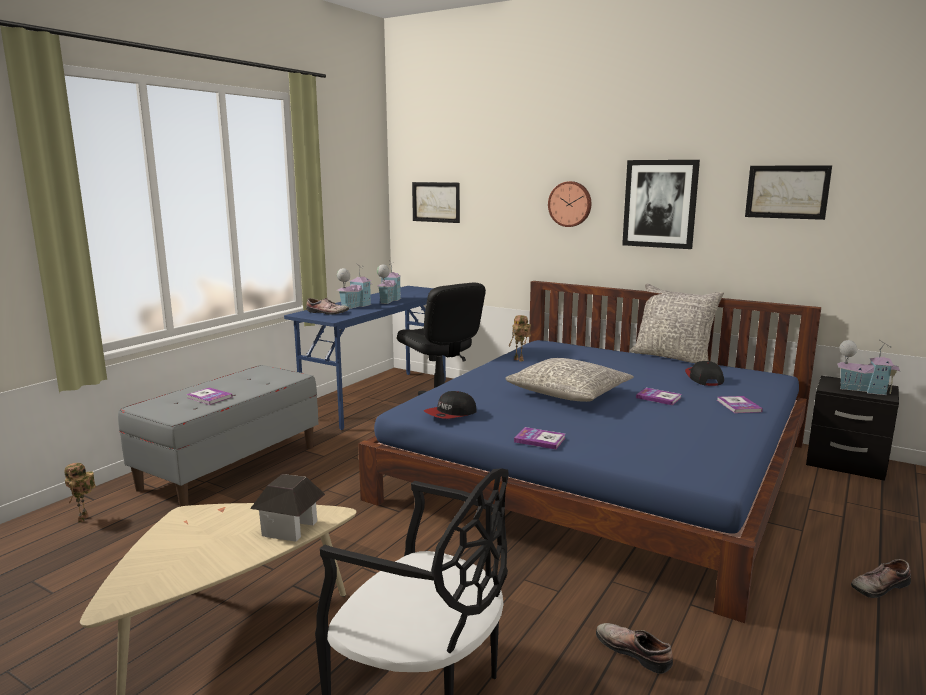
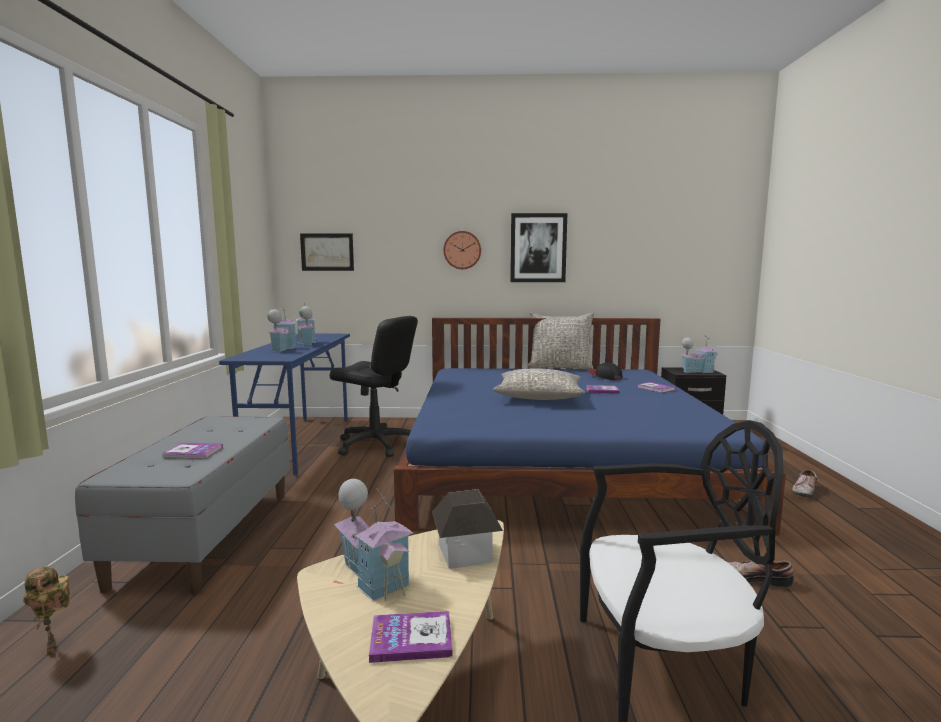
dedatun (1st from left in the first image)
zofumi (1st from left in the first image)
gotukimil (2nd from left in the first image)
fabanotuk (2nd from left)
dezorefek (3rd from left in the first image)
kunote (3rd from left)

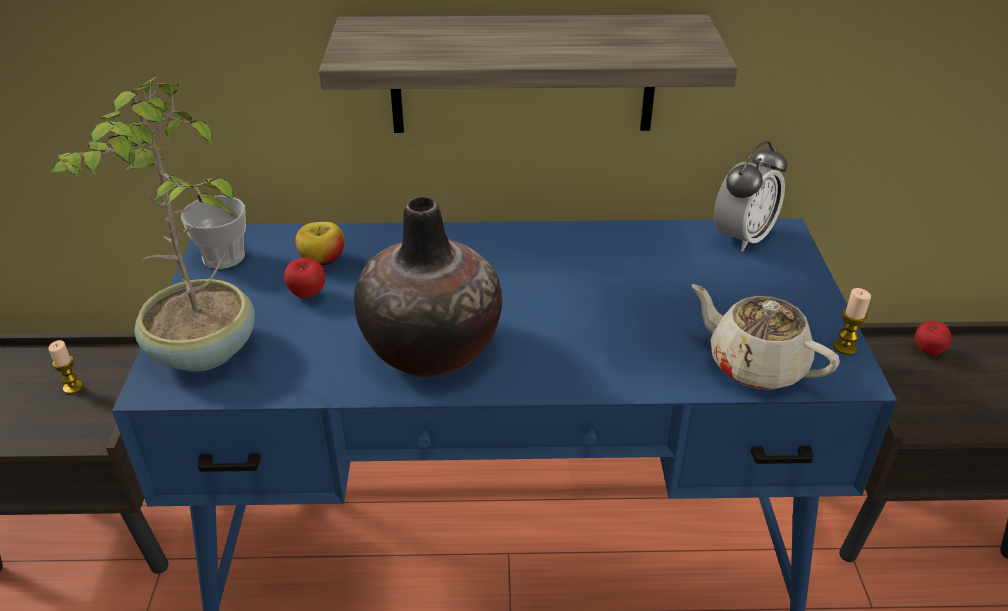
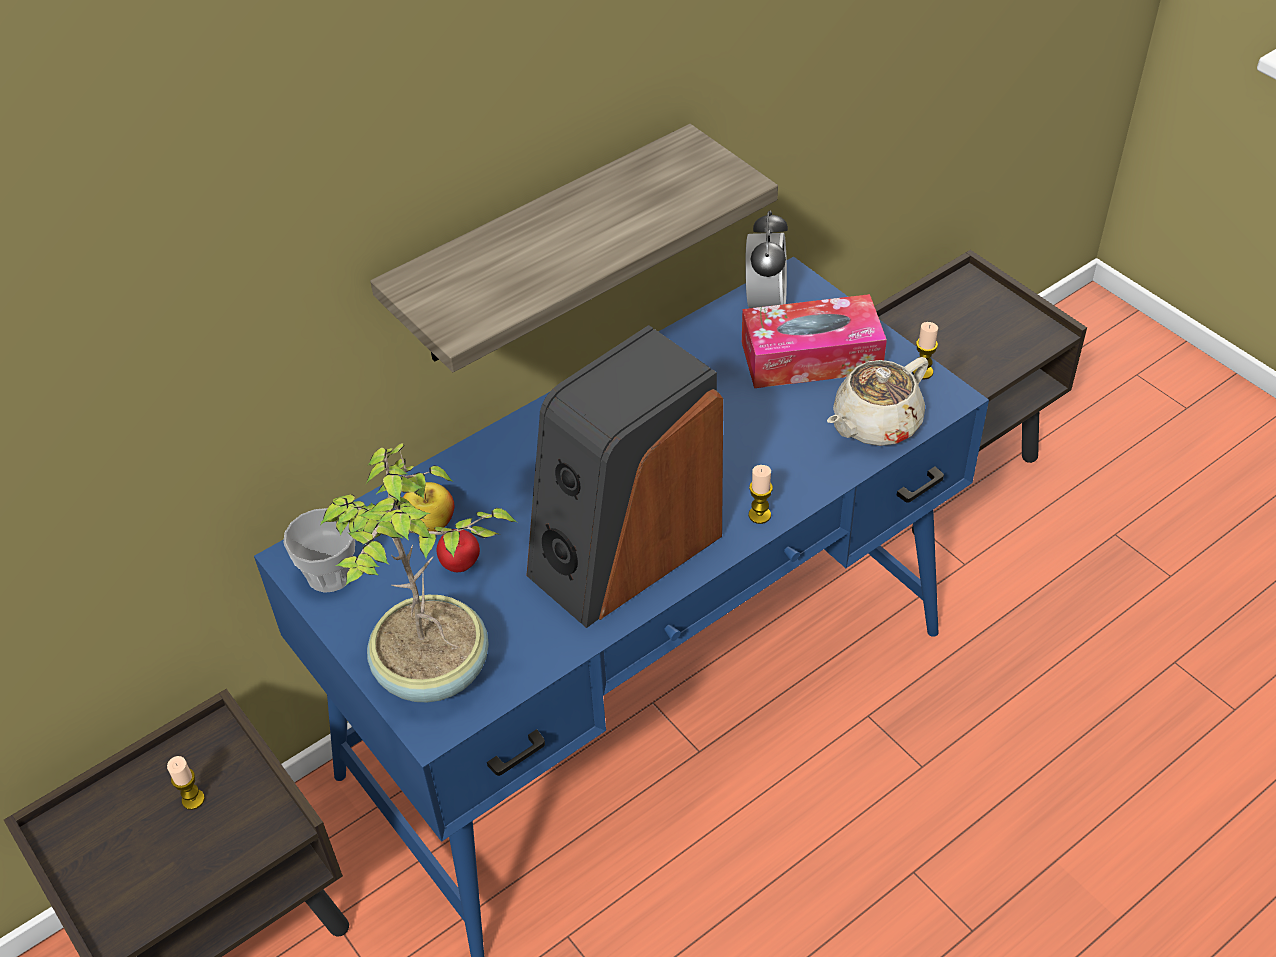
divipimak
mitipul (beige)
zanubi (3rd from left in the first image)
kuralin
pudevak (2nd from left)

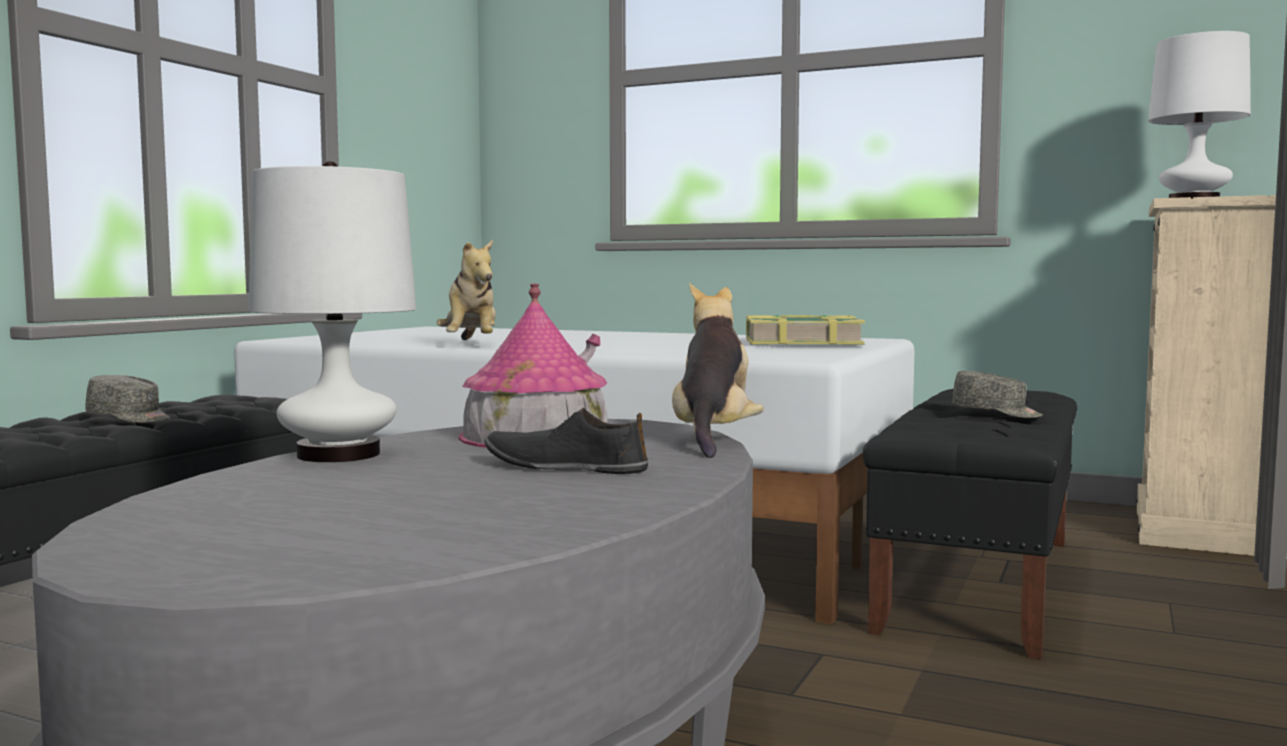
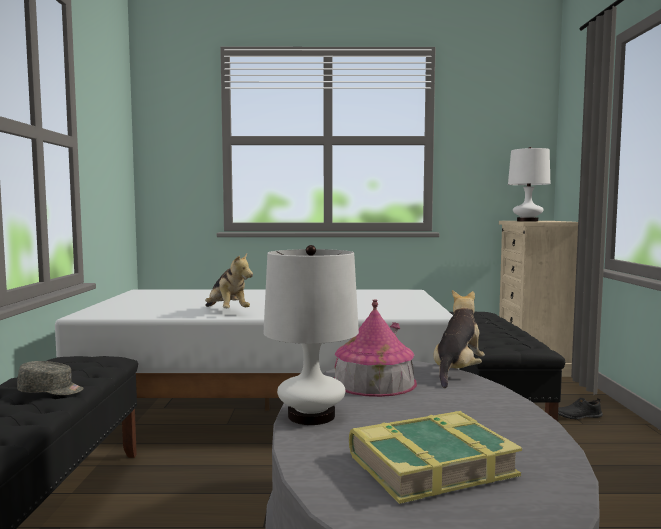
dedatun (black)
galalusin (2nd from left)
fabanotuk
zofumi (grey) (2nd from left in the first image)

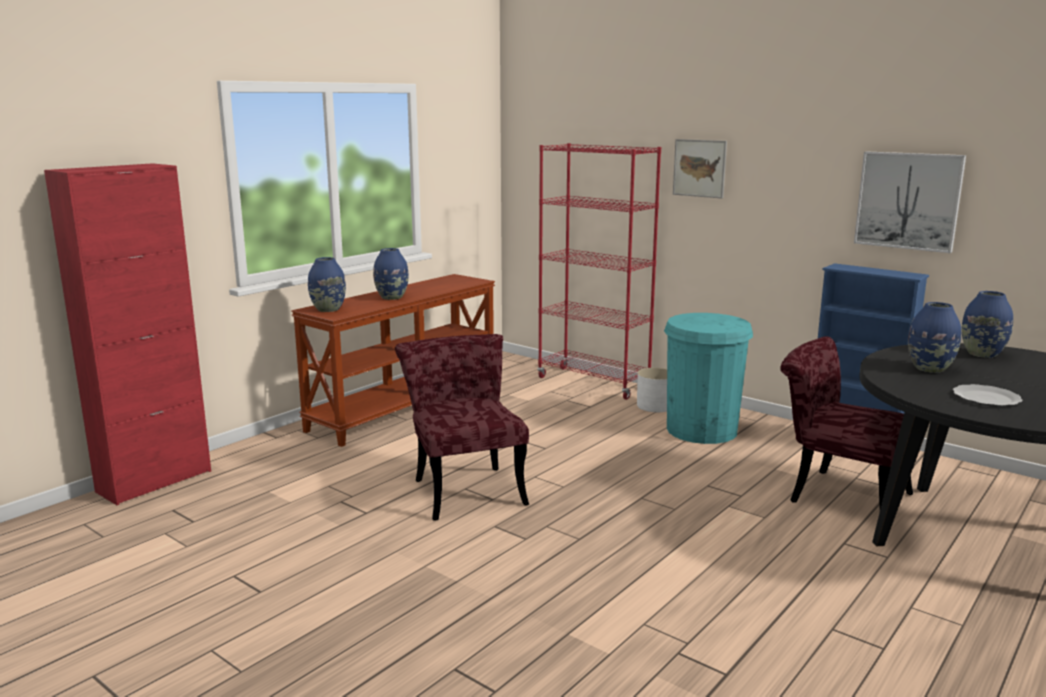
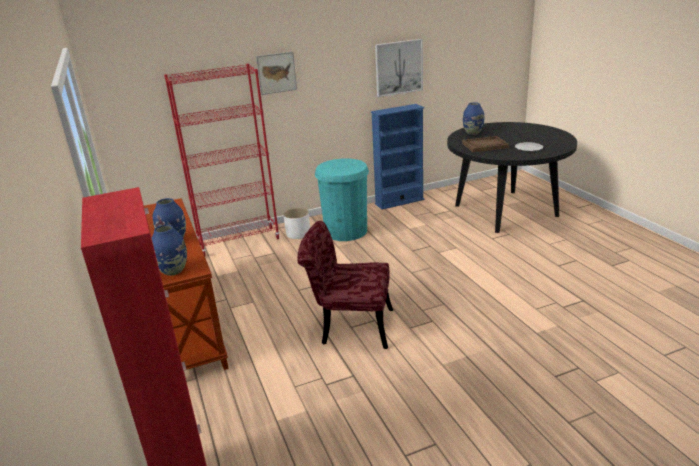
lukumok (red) (2nd from left in the first image)
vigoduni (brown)

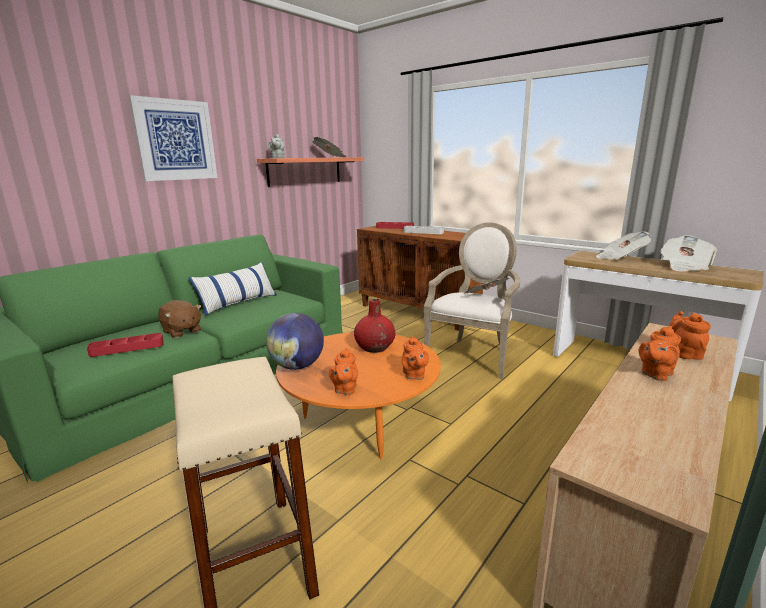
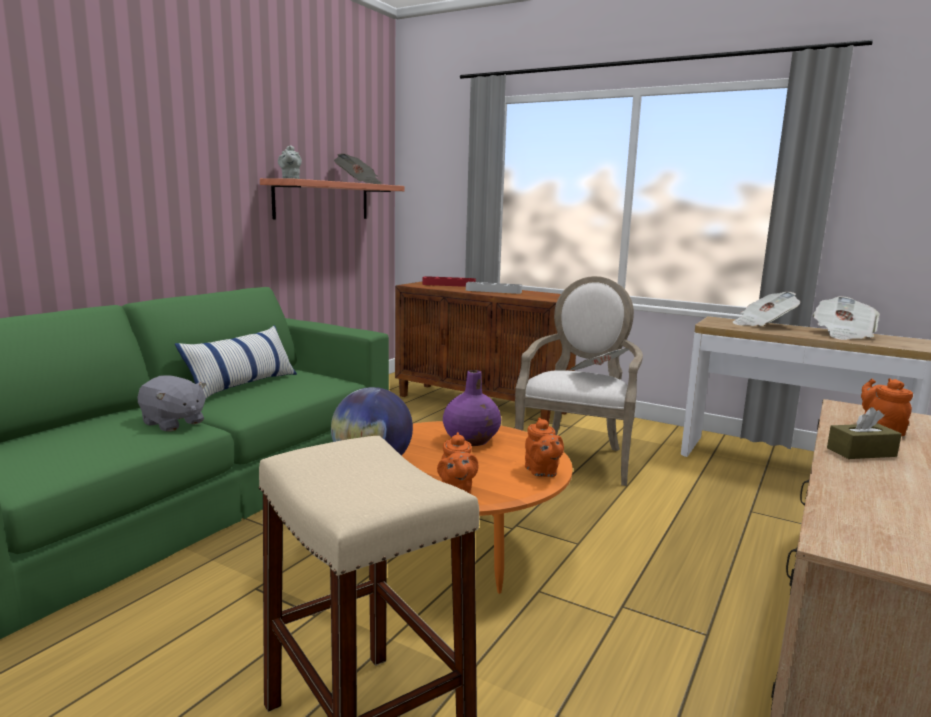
vigoduni (red) (1st from left in the first image)
dezorefek
galalusin (grey)
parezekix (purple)
kuralin (brown)

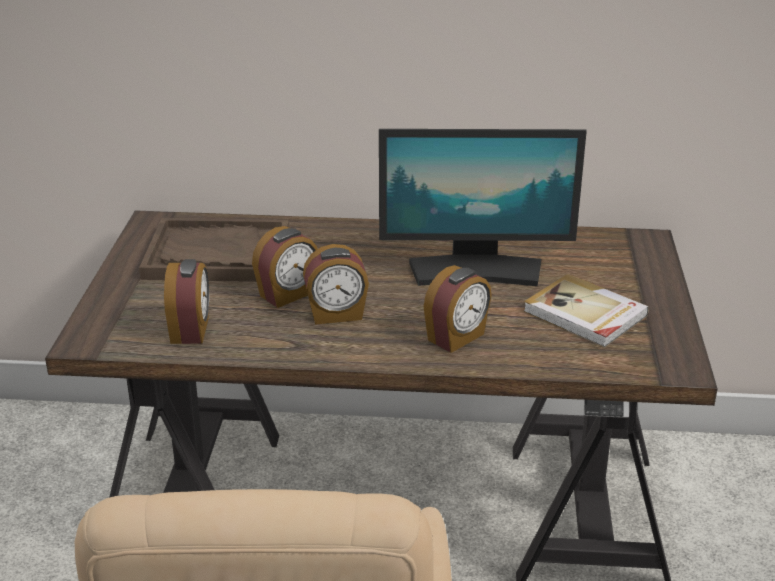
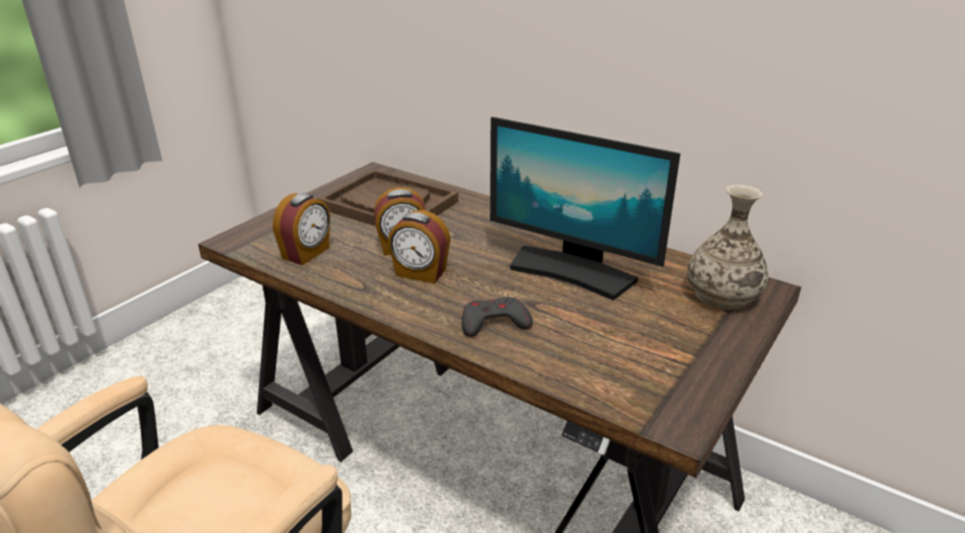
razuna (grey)
fabanotuk
parezekix

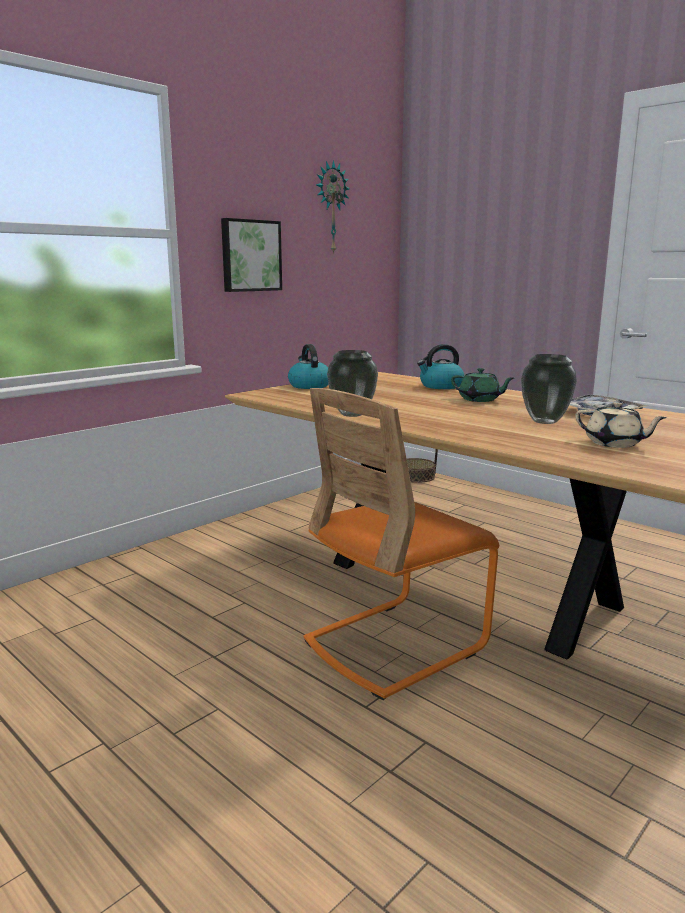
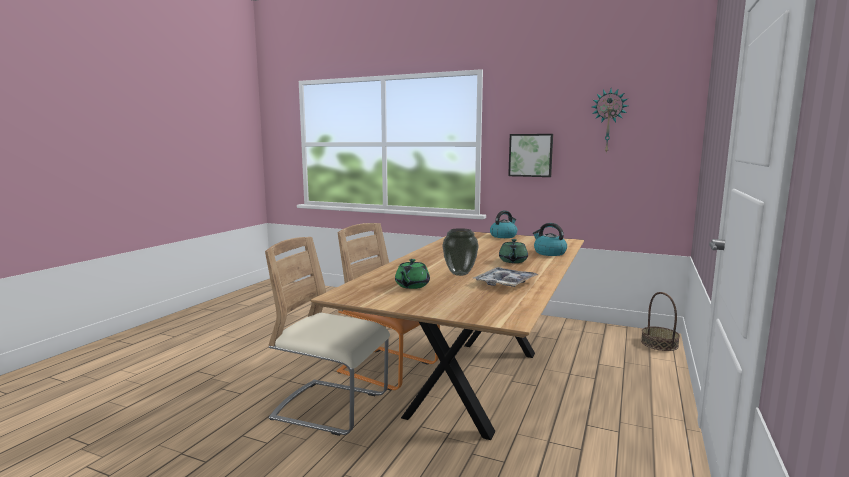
parezekix (1st from left in the first image)
mitipul (green) (1st from left)
lukumok (beige)

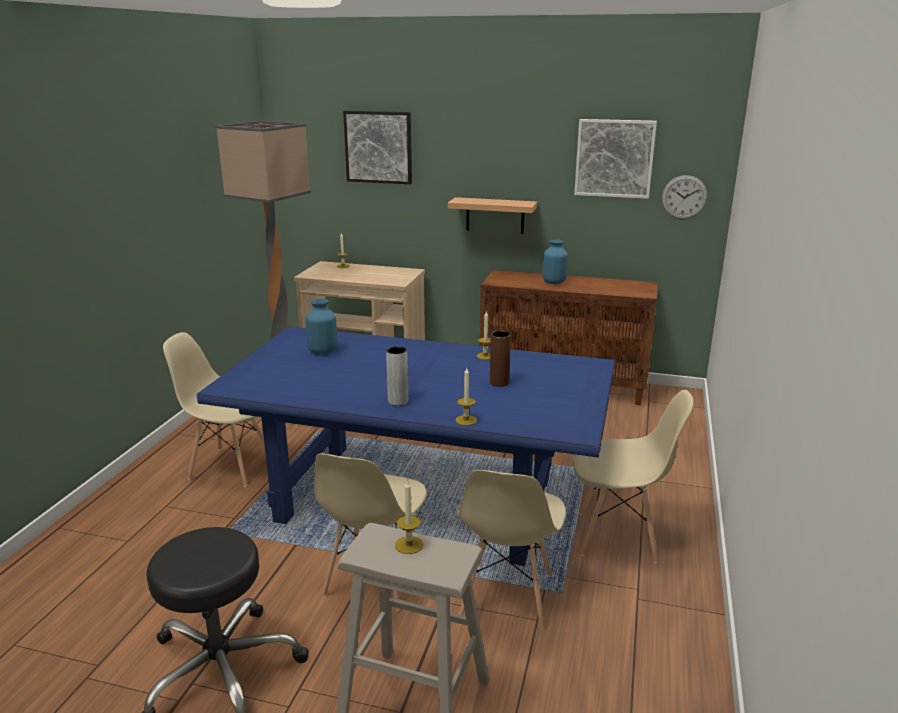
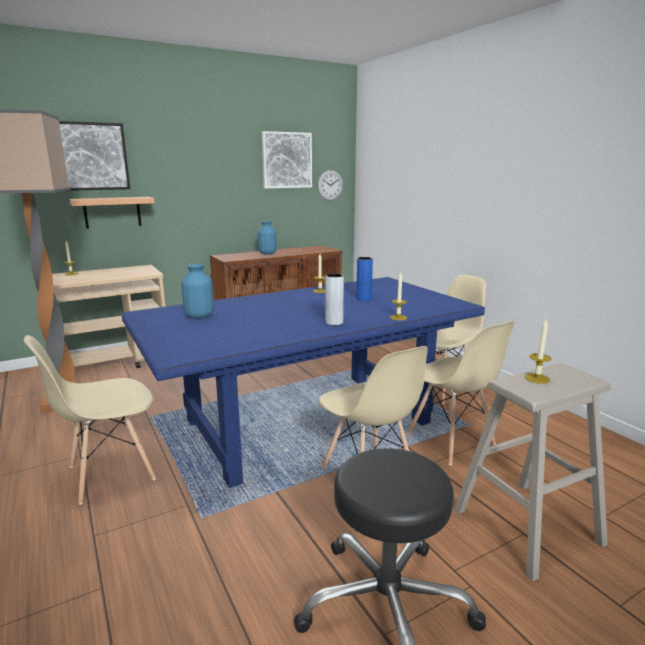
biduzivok
parezekix (blue) (3rd from left)

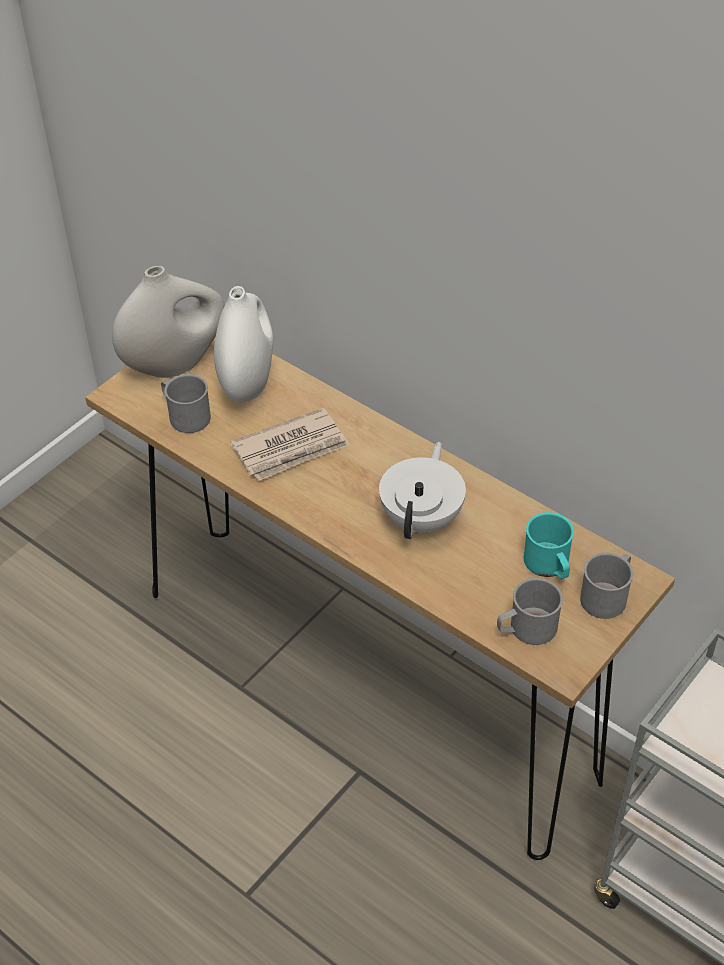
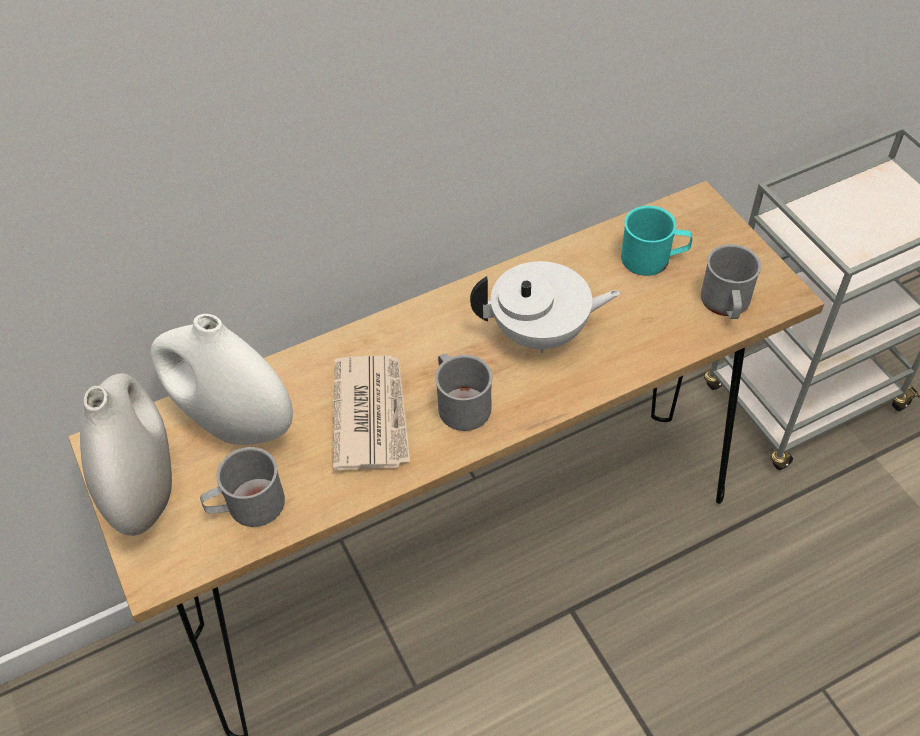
mitipul (white)
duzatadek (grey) (2nd from left)

